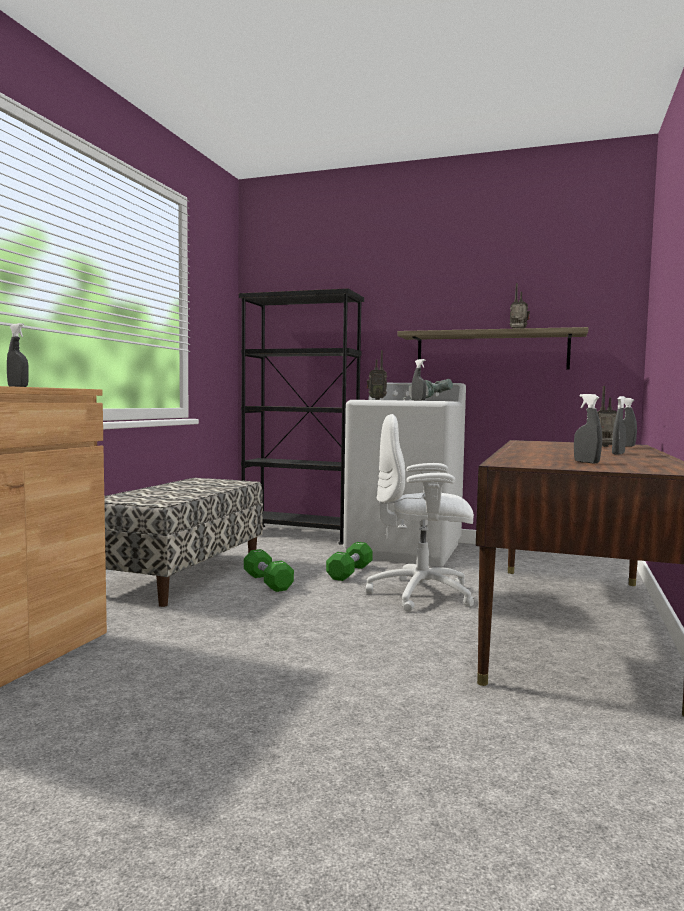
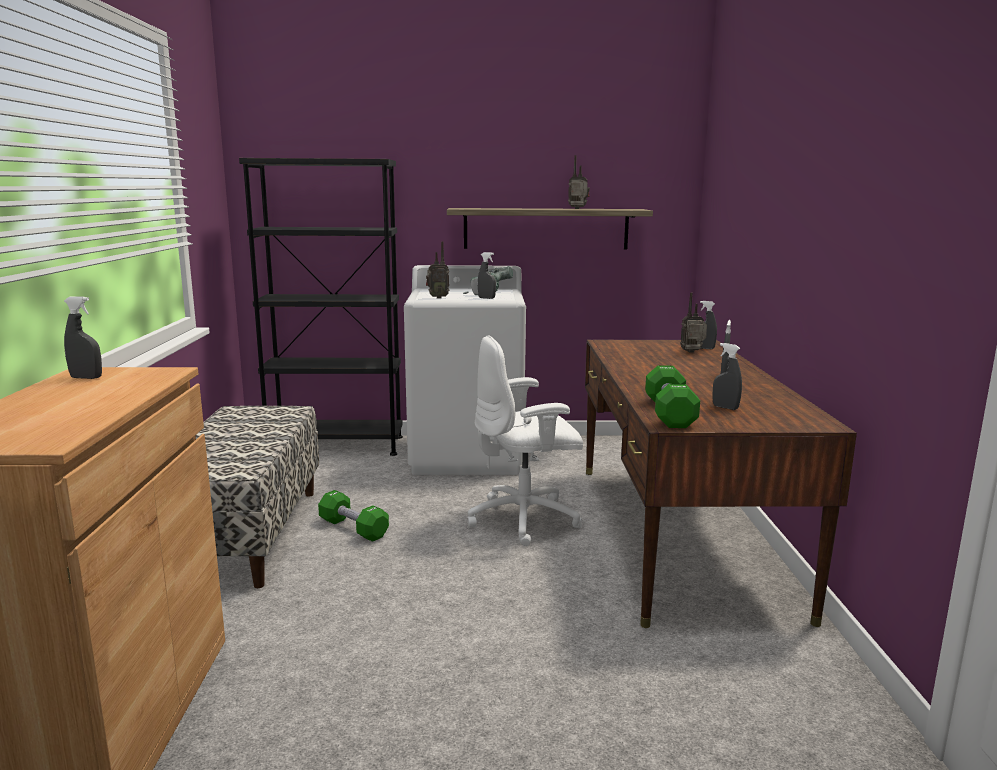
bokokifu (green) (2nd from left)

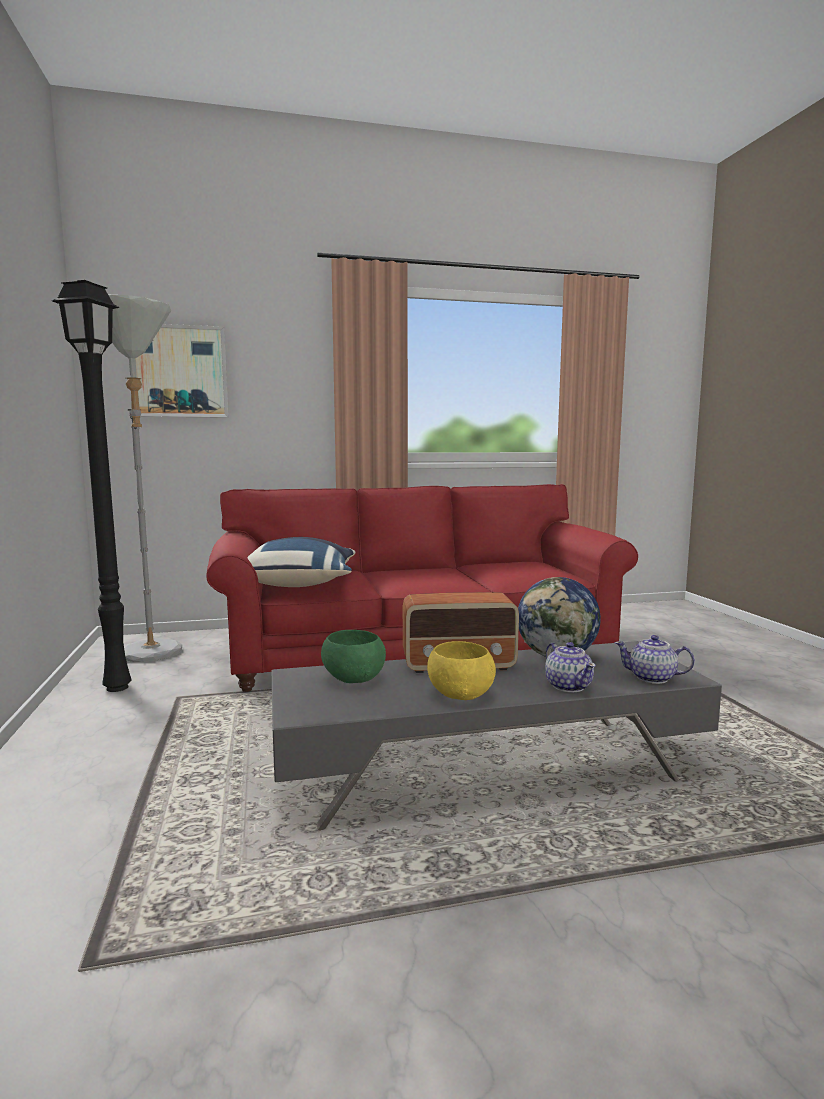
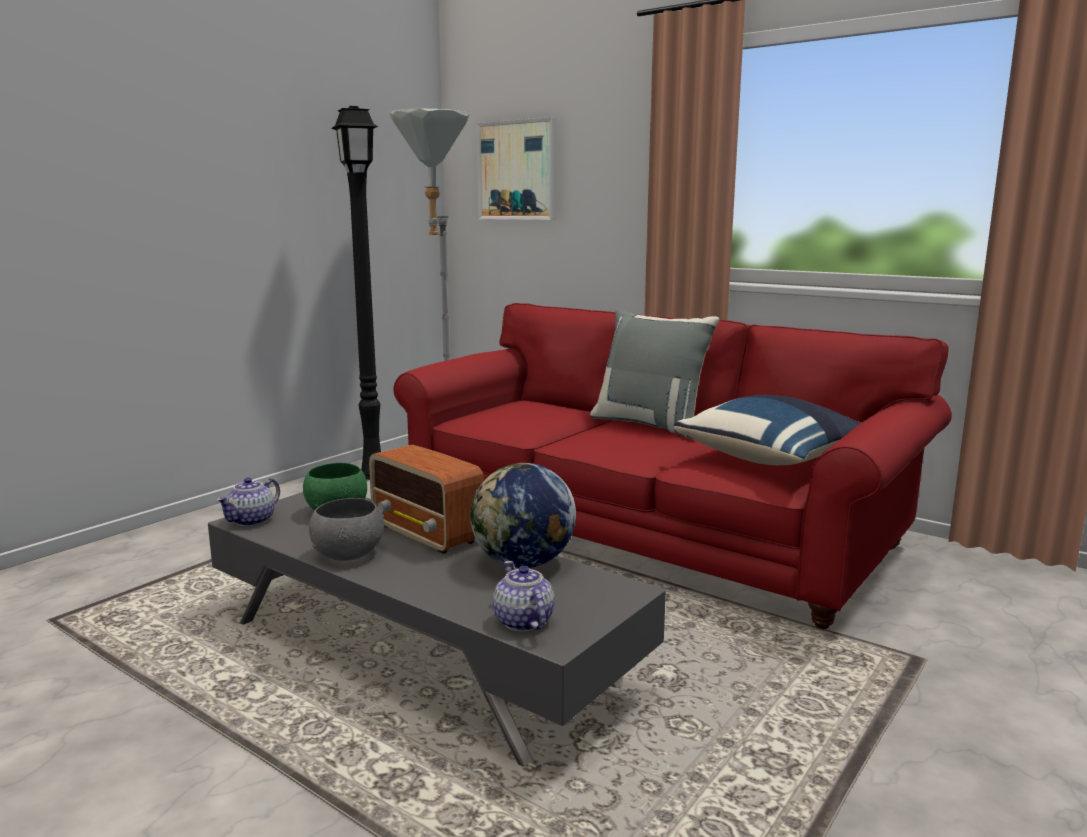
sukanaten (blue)
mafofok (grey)
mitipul (1st from left)
sukanaten (grey)

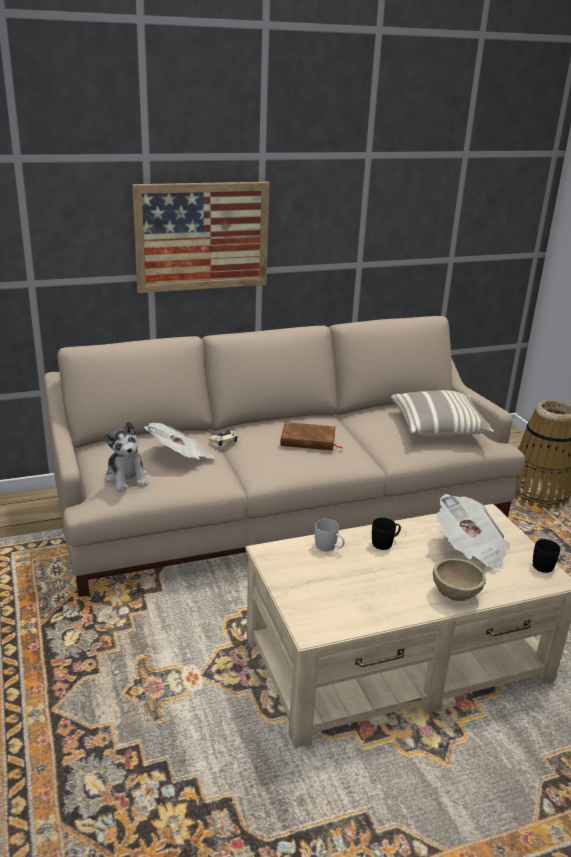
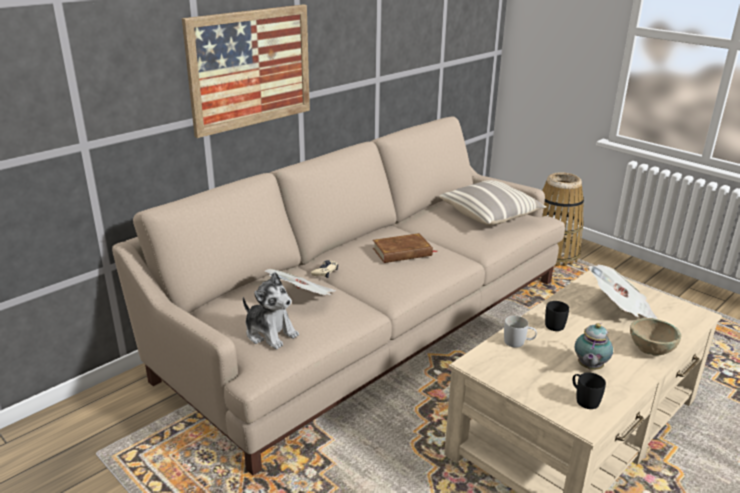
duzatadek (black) (2nd from left)
mitipul

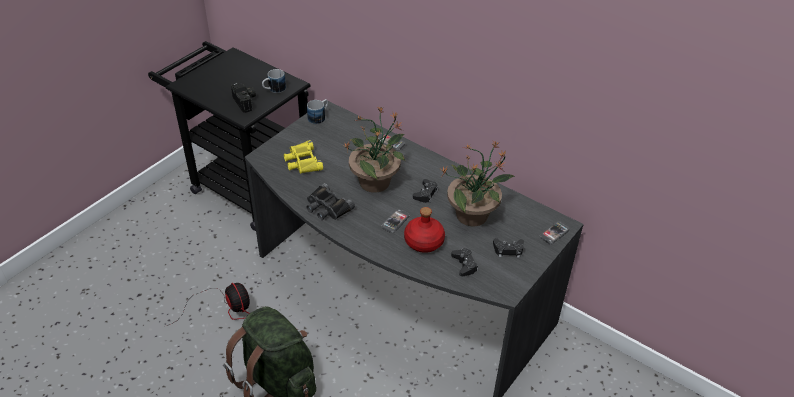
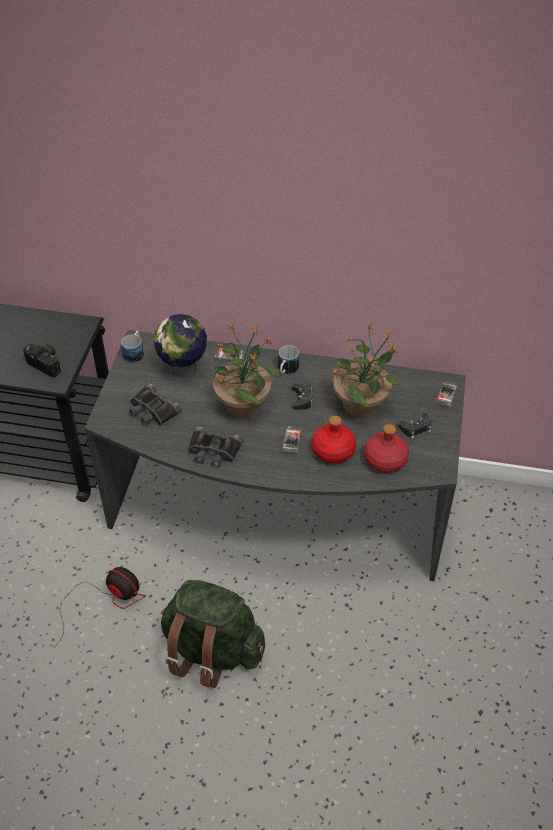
duzatadek (2nd from left)
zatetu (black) (1st from left)
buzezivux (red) (2nd from left)
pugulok

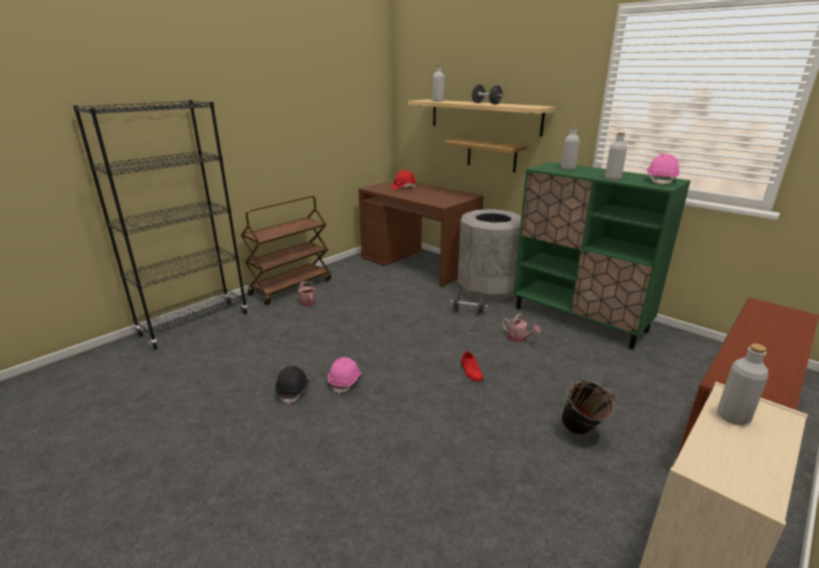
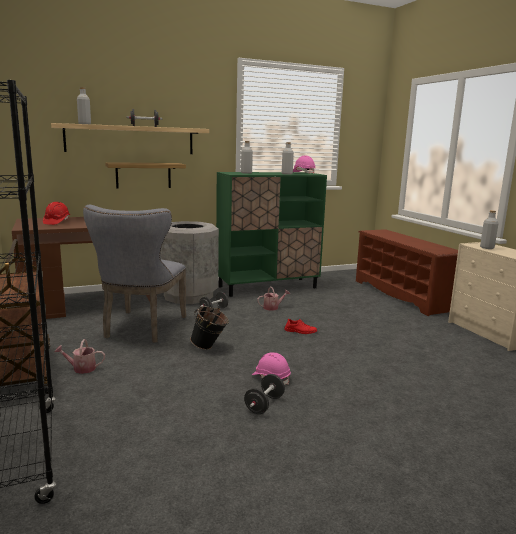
bokokifu (black) (3rd from left)
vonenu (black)
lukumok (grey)

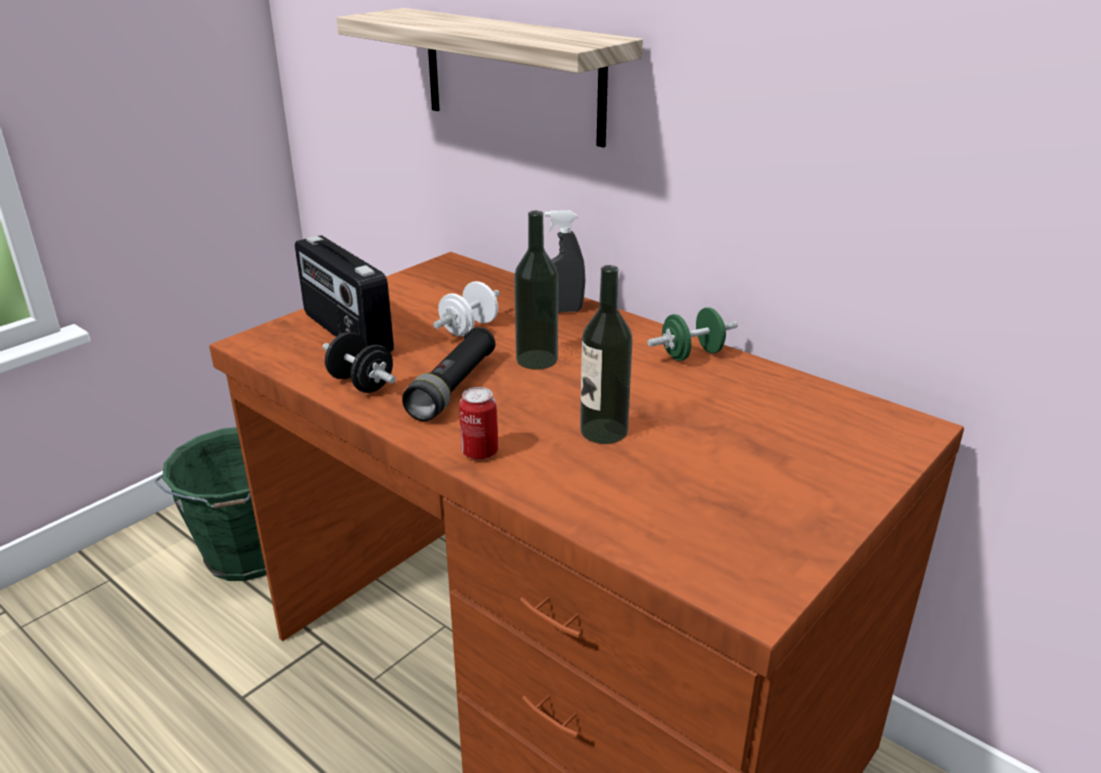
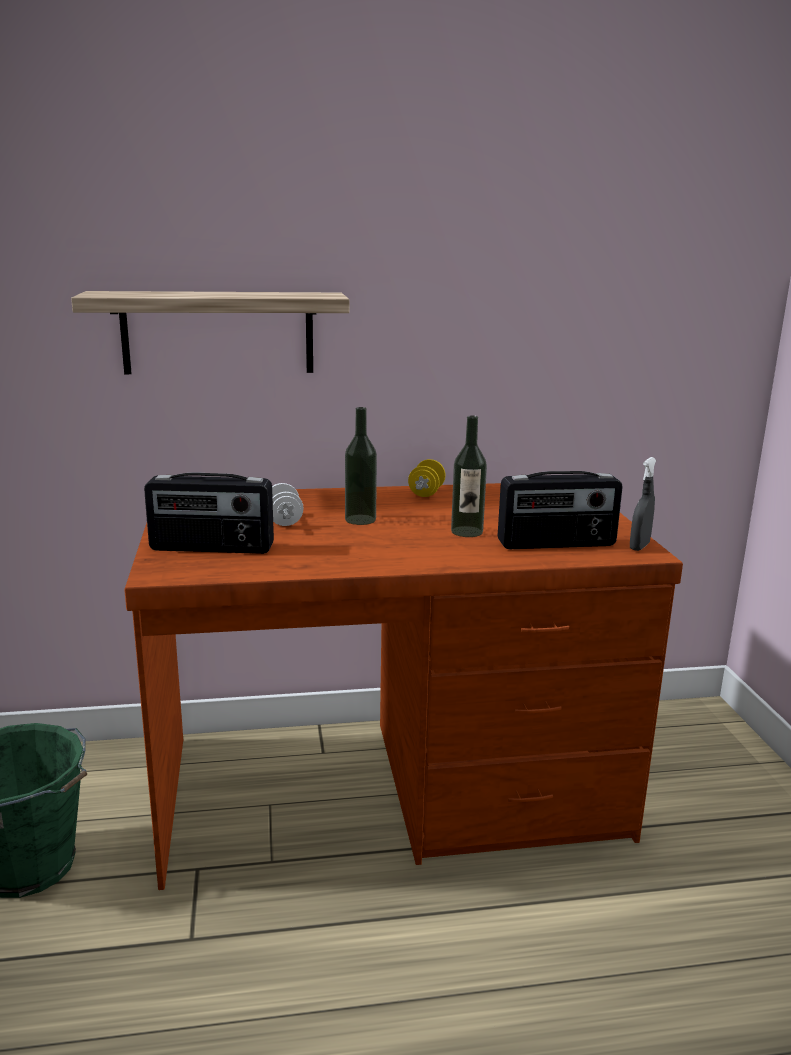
bokokifu (black)
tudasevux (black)
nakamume
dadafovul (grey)
bokokifu (yellow)
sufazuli (2nd from left)

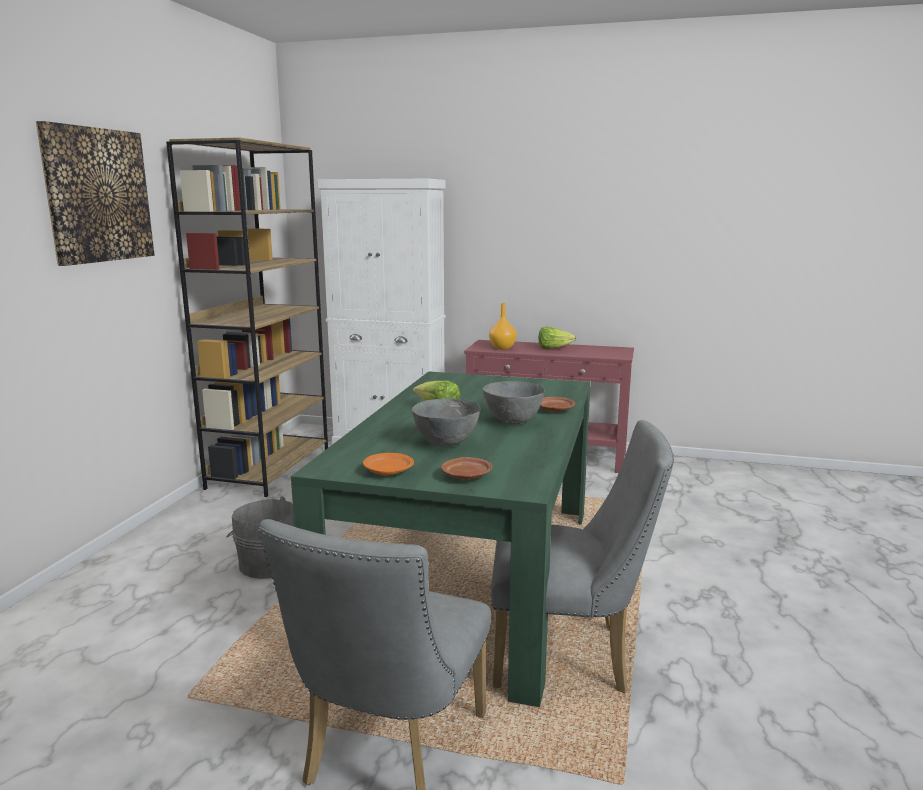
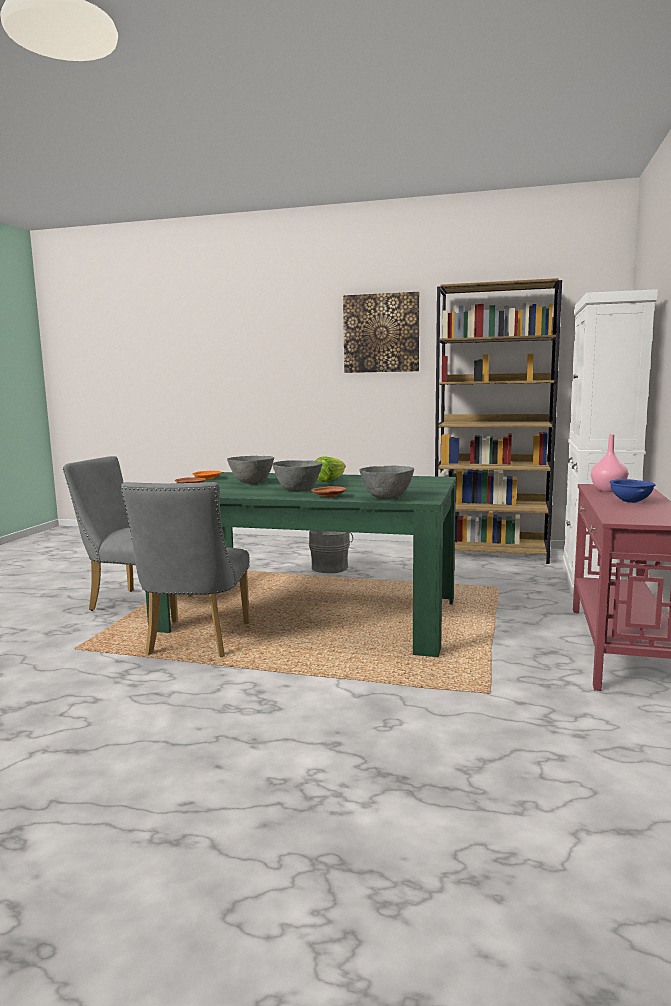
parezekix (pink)
mafofok (blue)
mafofok (grey) (3rd from left)

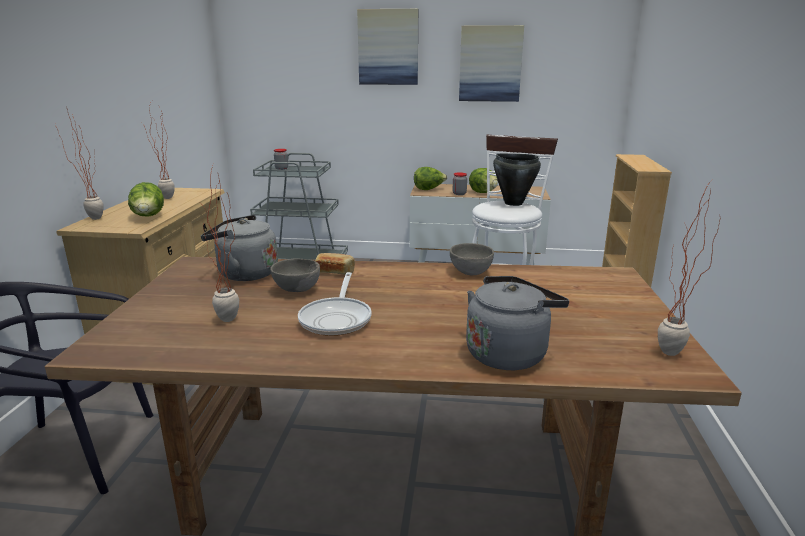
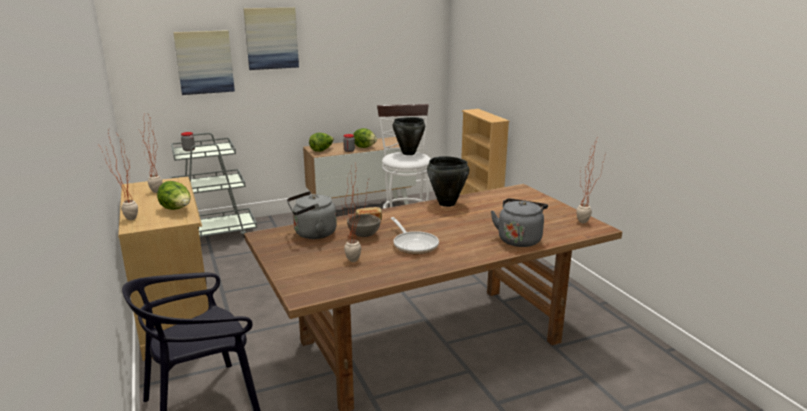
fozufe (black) (2nd from left)
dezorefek (1st from left)

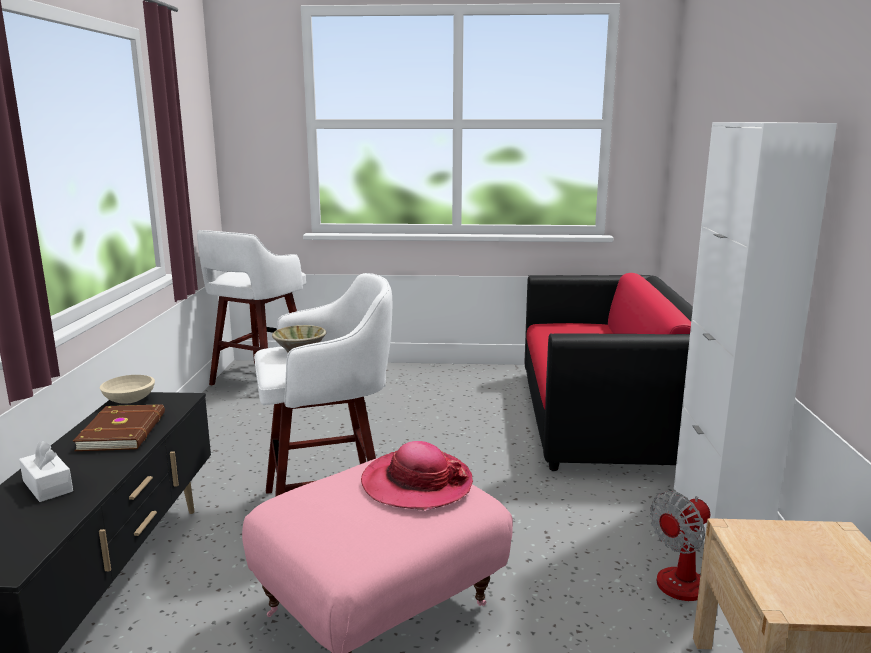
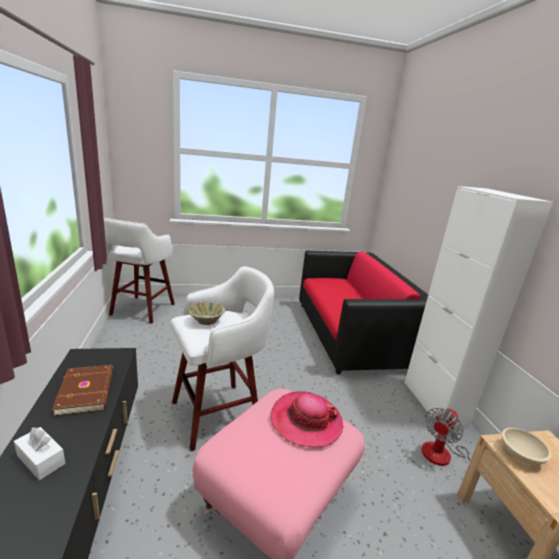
mafofok (beige) (2nd from left)

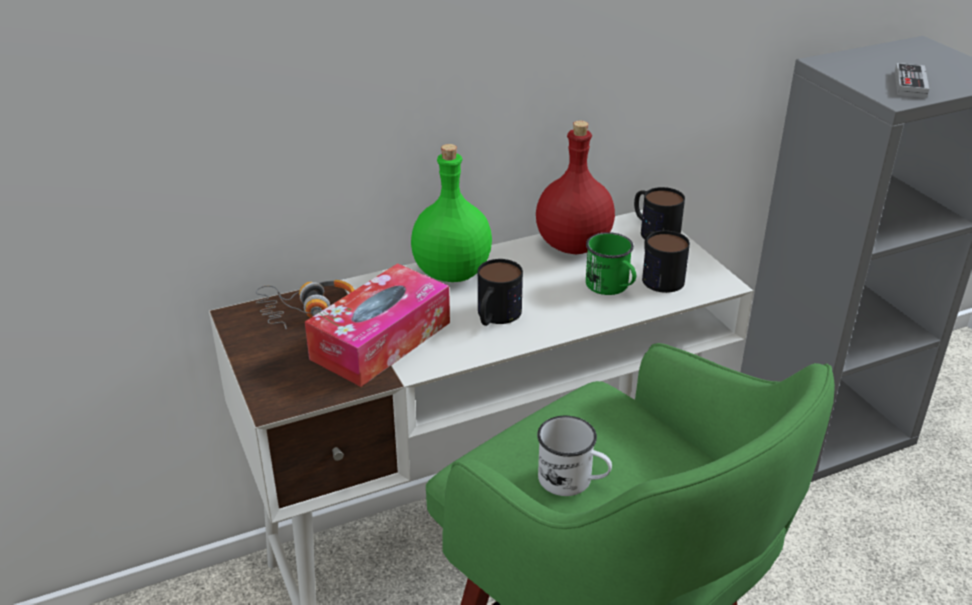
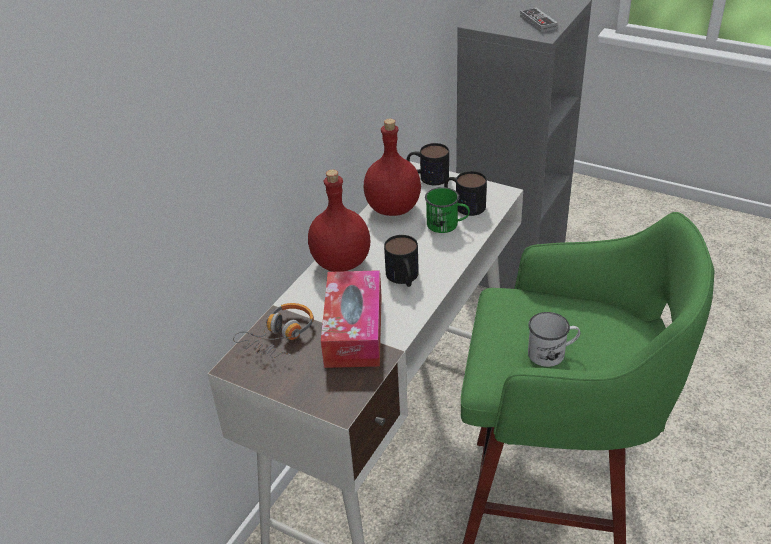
buzezivux (red) (1st from left)

